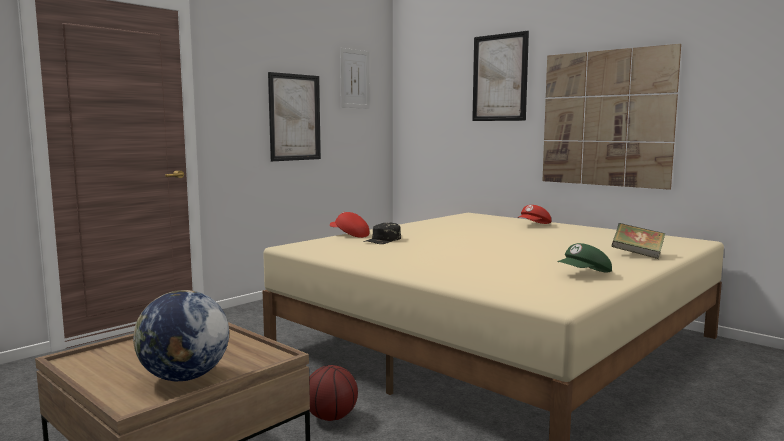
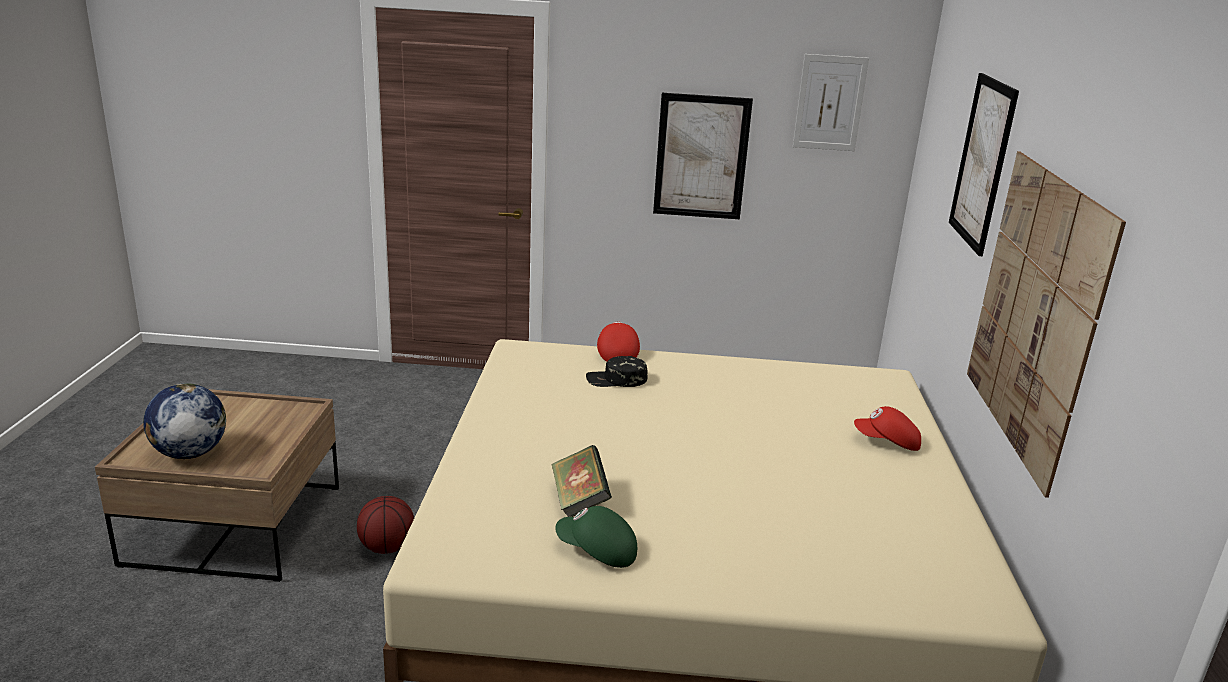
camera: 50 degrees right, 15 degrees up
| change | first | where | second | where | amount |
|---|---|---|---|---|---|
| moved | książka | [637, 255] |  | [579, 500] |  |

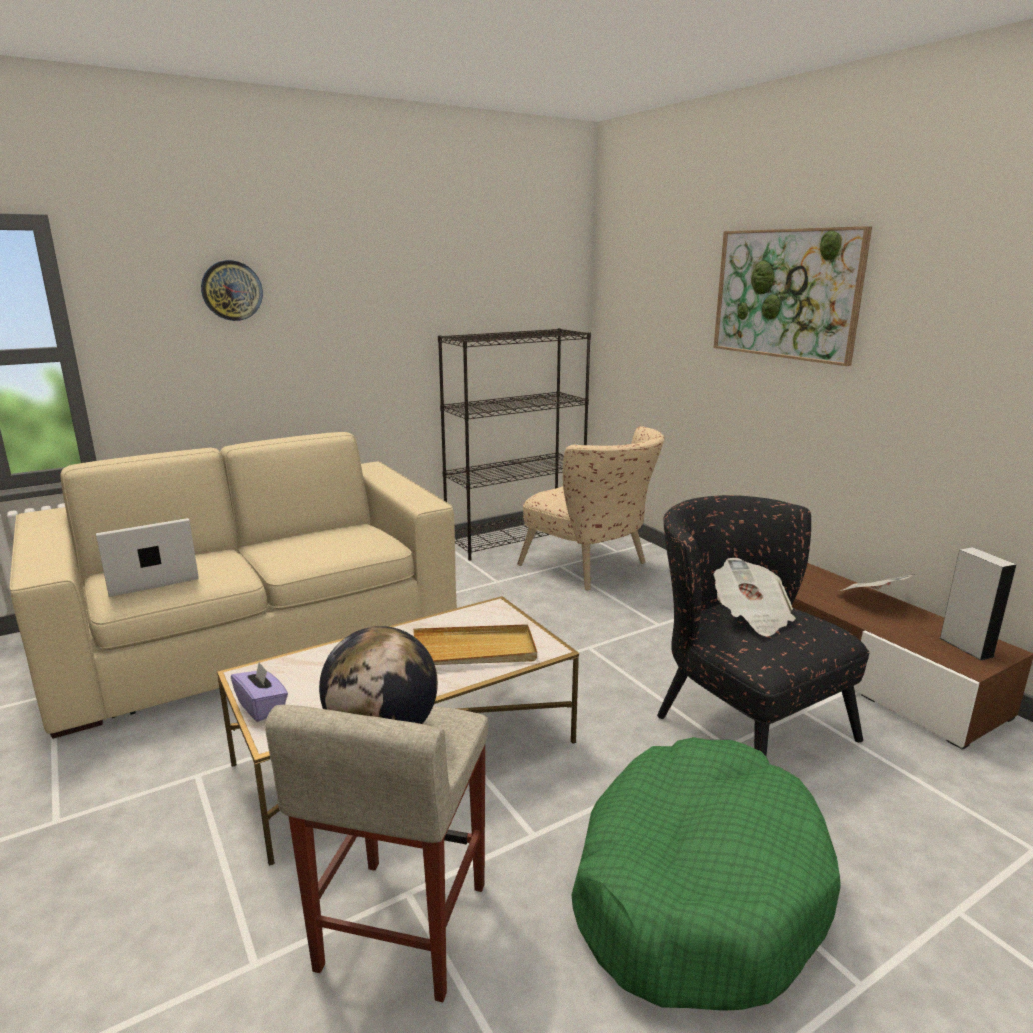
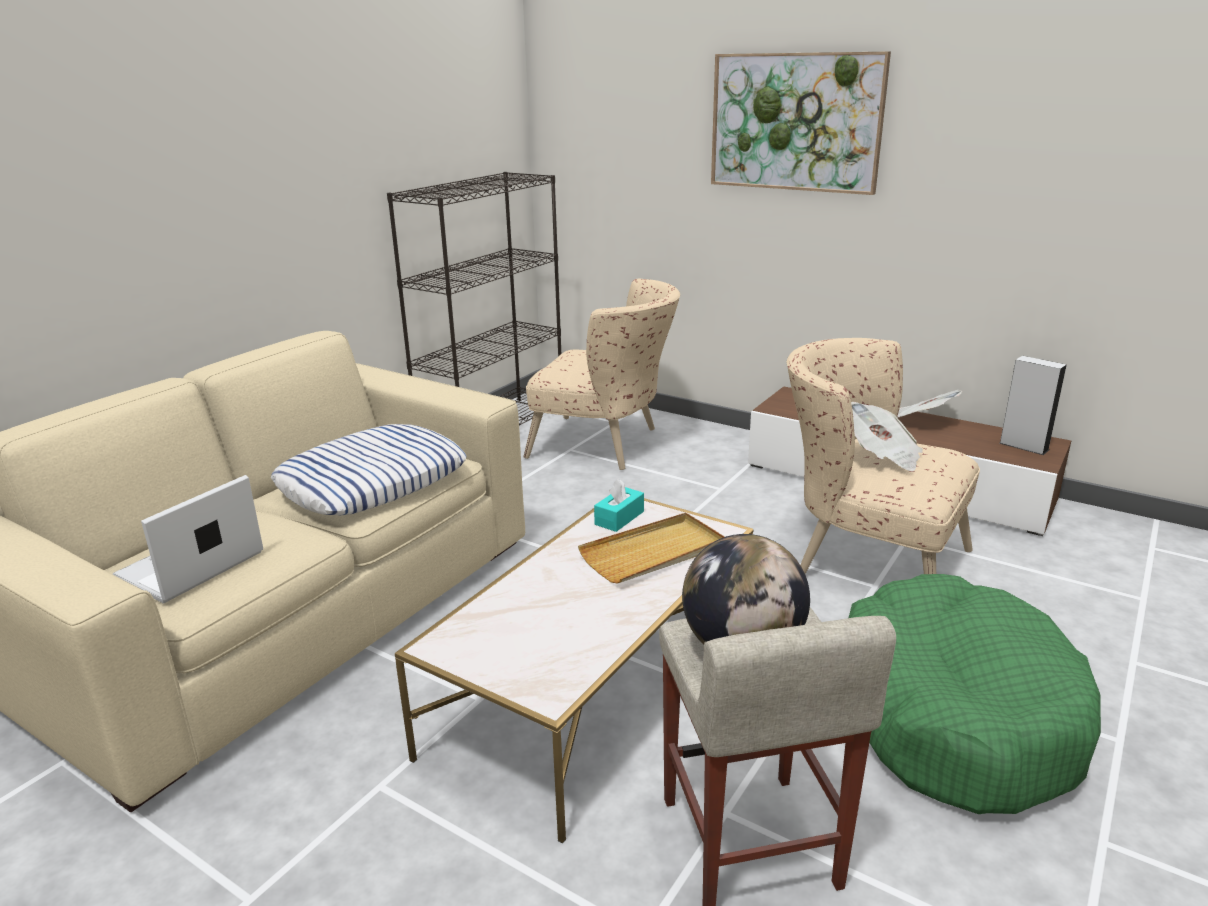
camera: 25 degrees left, 5 degrees up
| change | first | where | second | where | amount |
|---|---|---|---|---|---|
| removed | zegar ścienny | [232, 290] |  |  |  |
| removed | pudełko chusteczek/fioletowy | [262, 707] |  |  |  |
| added |  |  | poduszka | [373, 481] |  |
| added |  |  | pudełko chusteczek/turkusowy | [619, 518] |  |
| recoloured | fotel/czarny | [740, 718] | fotel/beżowy | [864, 558] |  |

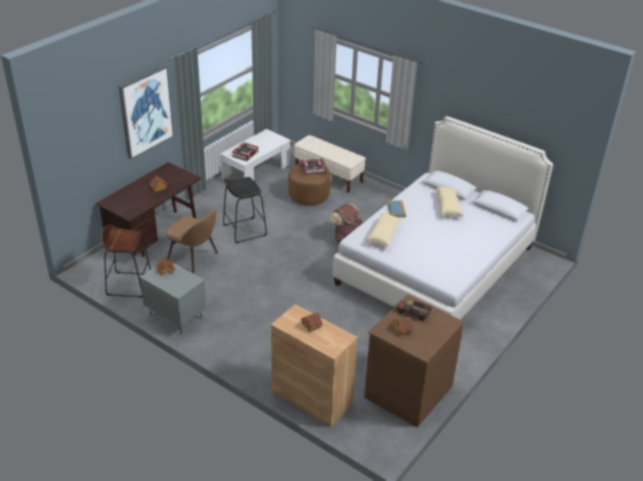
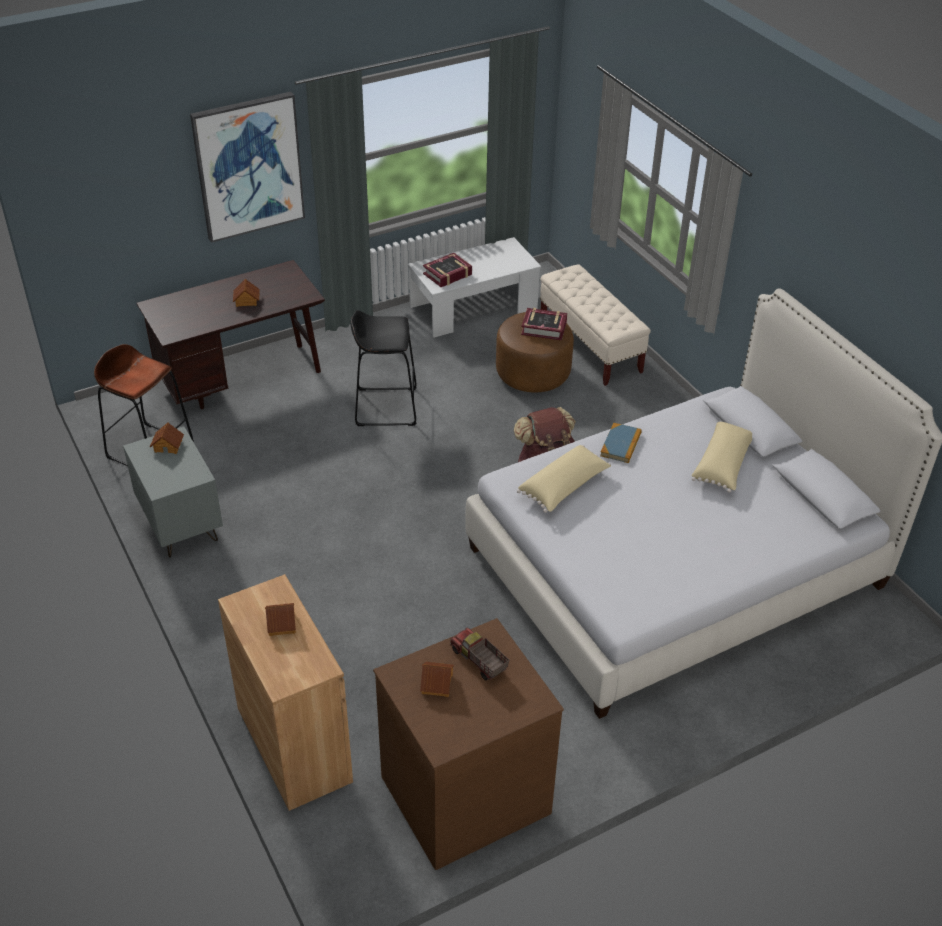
camera: 25 degrees right, 5 degrees up
| change | first | where | second | where | amount |
|---|---|---|---|---|---|
| removed | krzesło/brązowy | [194, 258] |  |  |  |

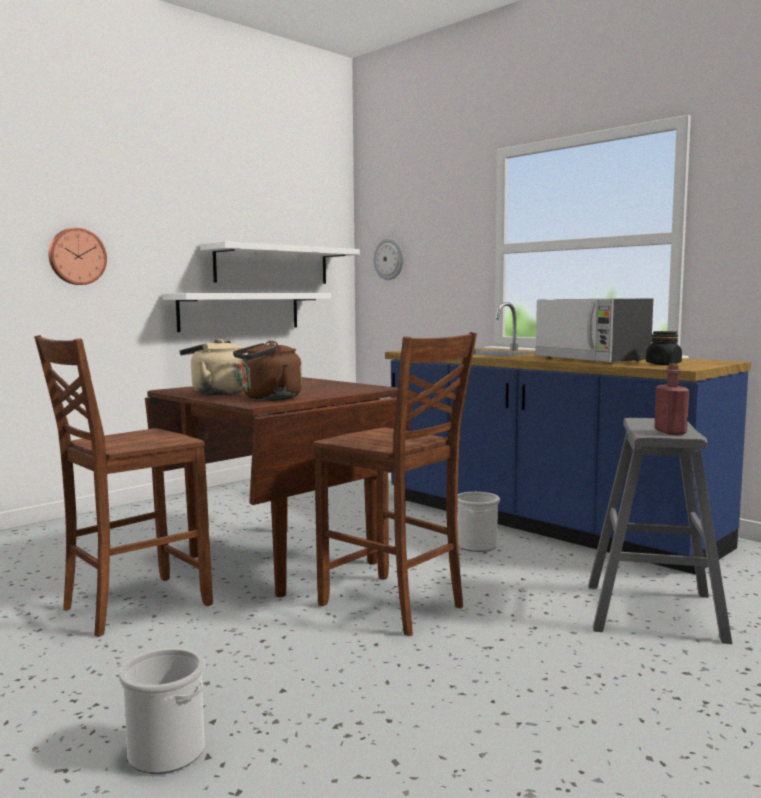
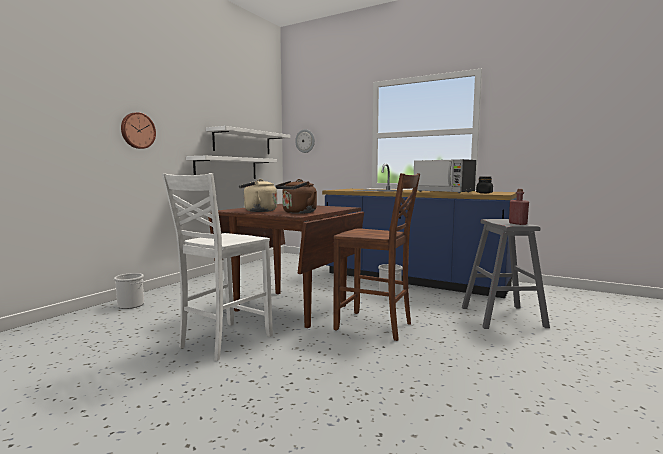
camera: 15 degrees left, 0 degrees up
| change | first | where | second | where | amount |
|---|---|---|---|---|---|
| moved | wiadro | [165, 752] |  | [130, 305] |  |
| recoloured | krzesło/brązowy | [132, 606] | krzesło/biały | [223, 341] |  |

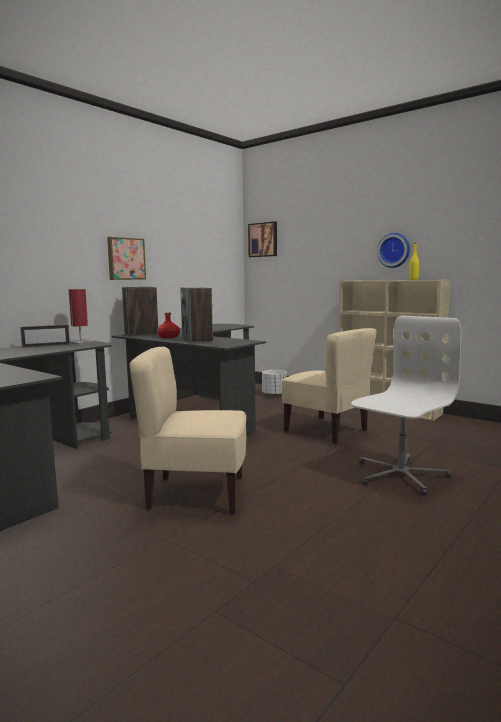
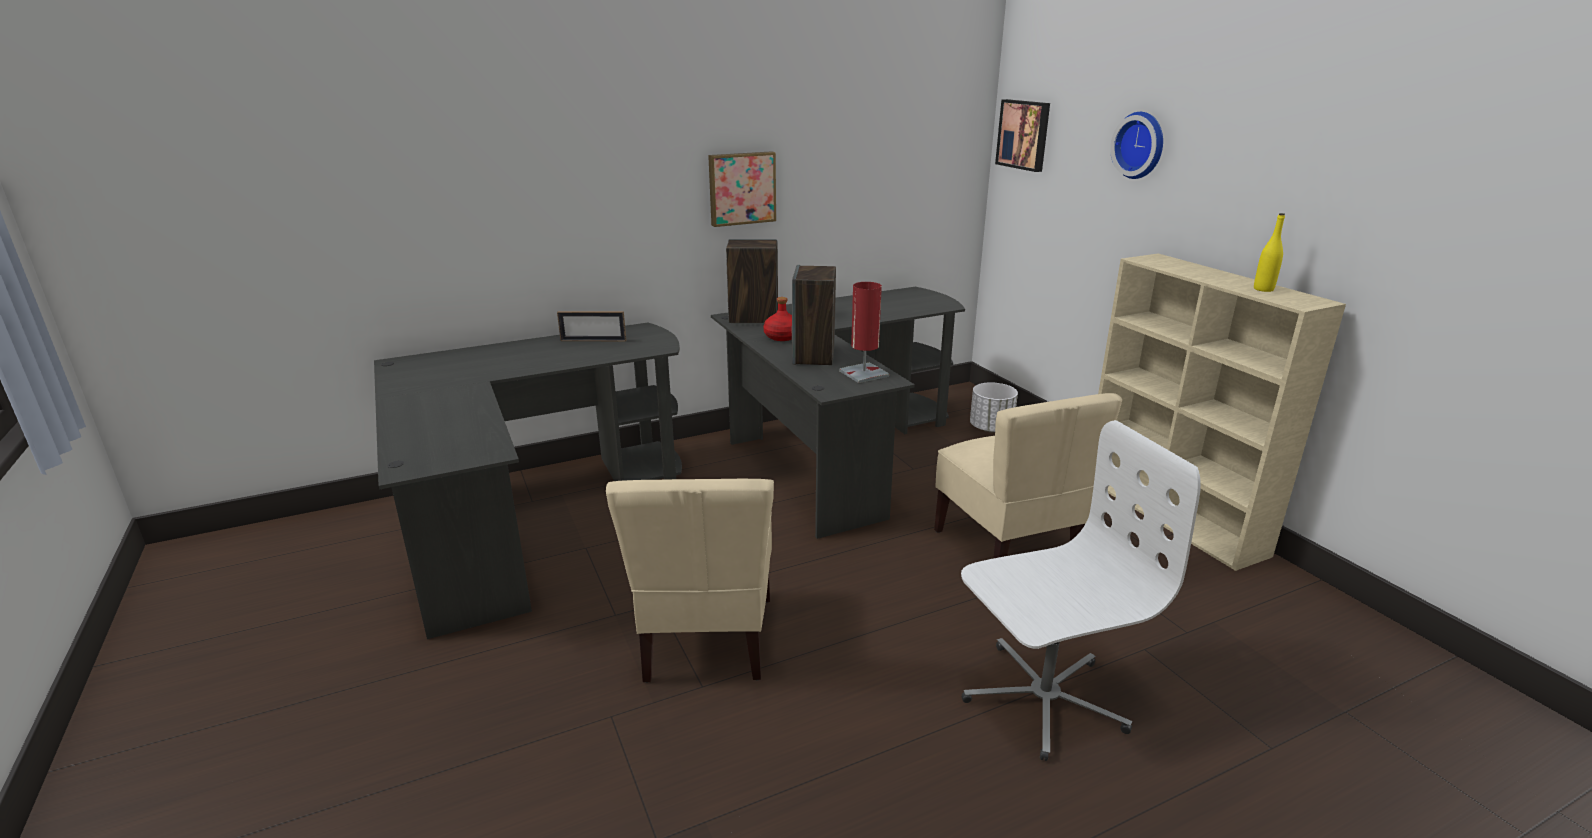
camera: 25 degrees right, 15 degrees up
| change | first | where | second | where | amount |
|---|---|---|---|---|---|
| moved | lampa stołowa/czerwony | [80, 342] |  | [864, 373] |  |
| moved | zegar ścienny | [394, 250] |  | [1141, 145] |  |
| turned | krzesło/beżowy | [196, 494] |  | [706, 639] | 120 degrees counterclockwise |

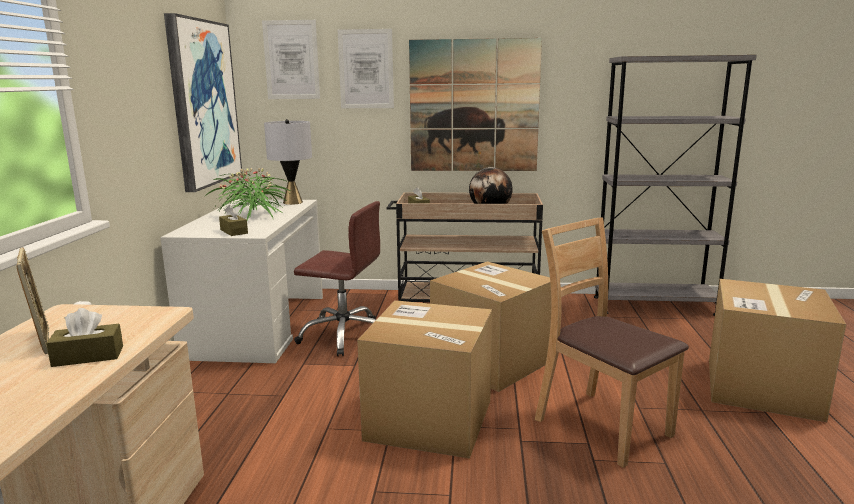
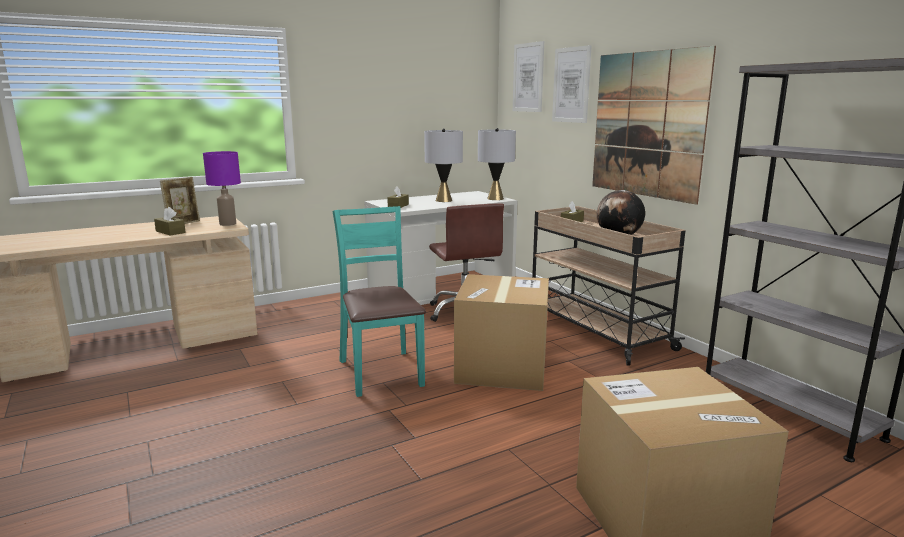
camera: 55 degrees right, 0 degrees up
| change | first | where | second | where | amount |
|---|---|---|---|---|---|
| removed | obraz | [203, 103] |  |  |  |
| removed | krzesło/brązowy | [602, 426] |  |  |  |
| added |  |  | lampa stołowa/fioletowy | [227, 224] |  |
| replaced | roślina doniczkowa | [253, 215] | lampa stołowa/szary | [444, 200] |  |
| replaced | karton | [429, 420] | krzesło/turkusowy | [381, 372] |  |

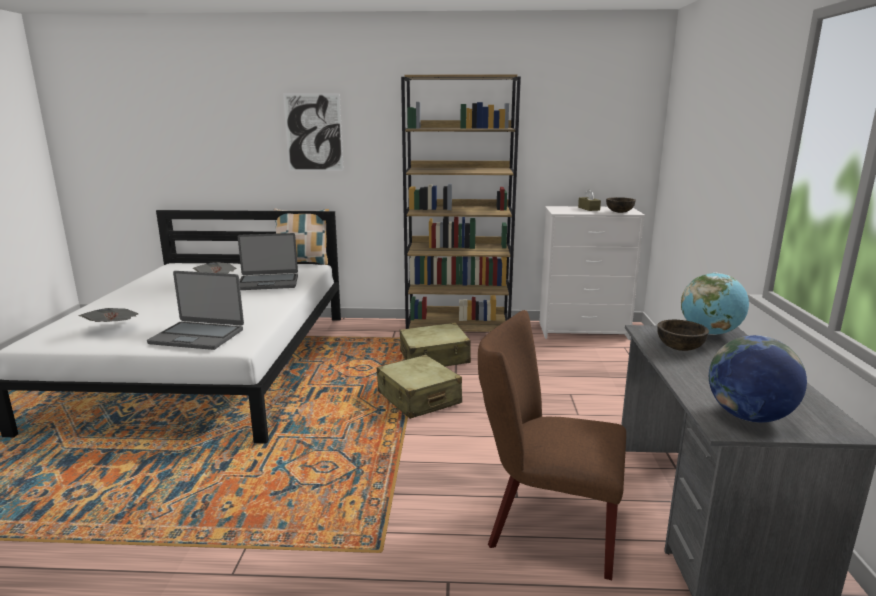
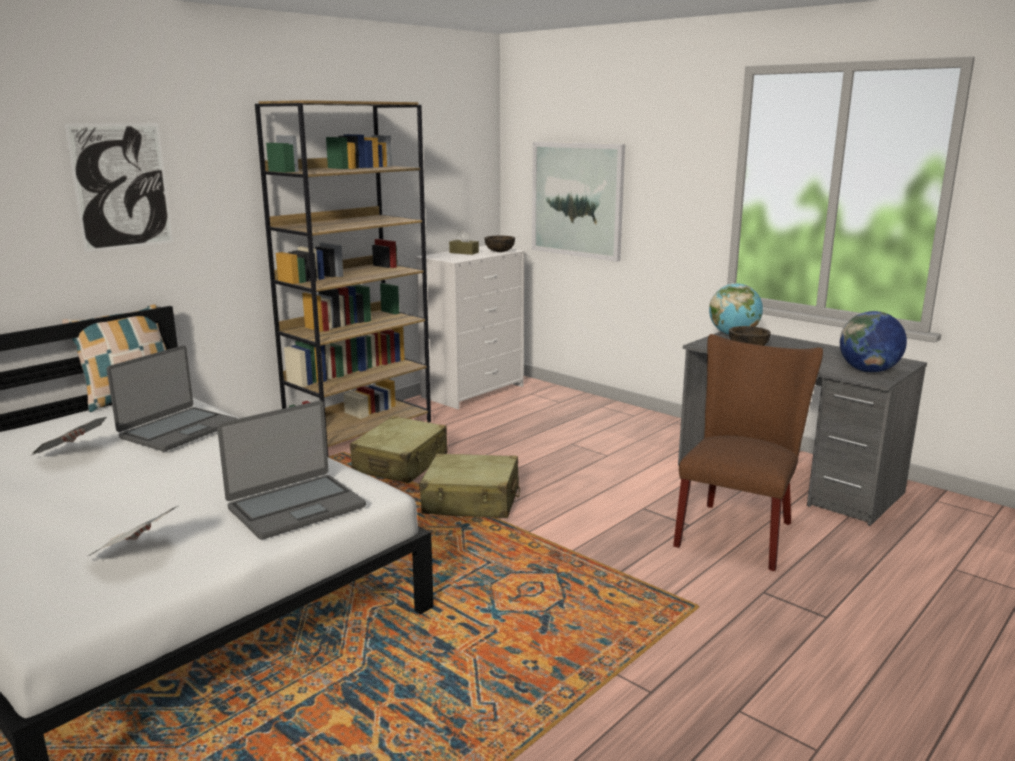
camera: 50 degrees left, 0 degrees up
| change | first | where | second | where | amount |
|---|---|---|---|---|---|
| added |  |  | obraz | [577, 200] |  |
| turned | krzesło/brązowy | [545, 526] |  | [738, 530] | 150 degrees clockwise |

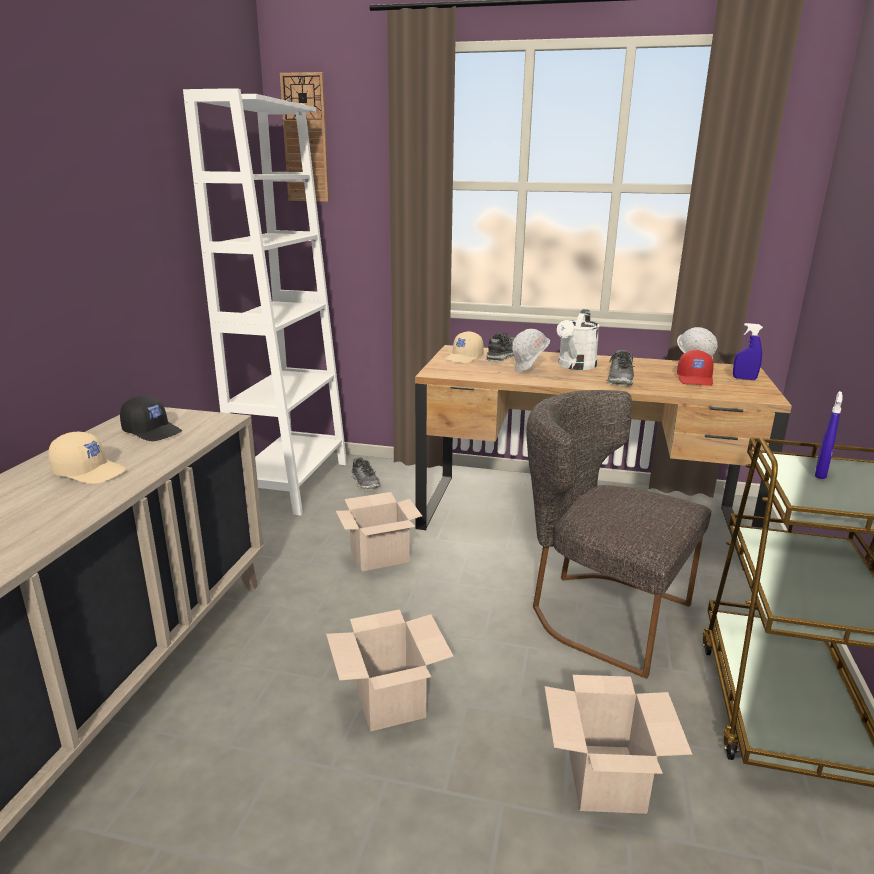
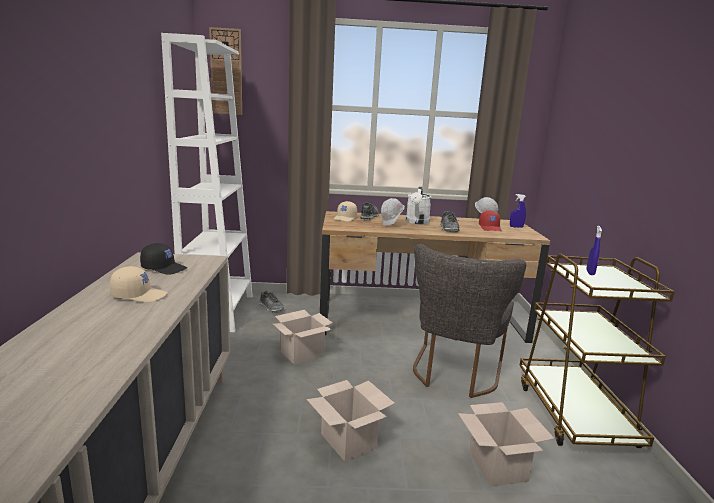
camera: 15 degrees left, 5 degrees down
| change | first | where | second | where | amount |
|---|---|---|---|---|---|
| turned | krzesło/szary | [599, 612] |  | [454, 374] | 90 degrees counterclockwise |

